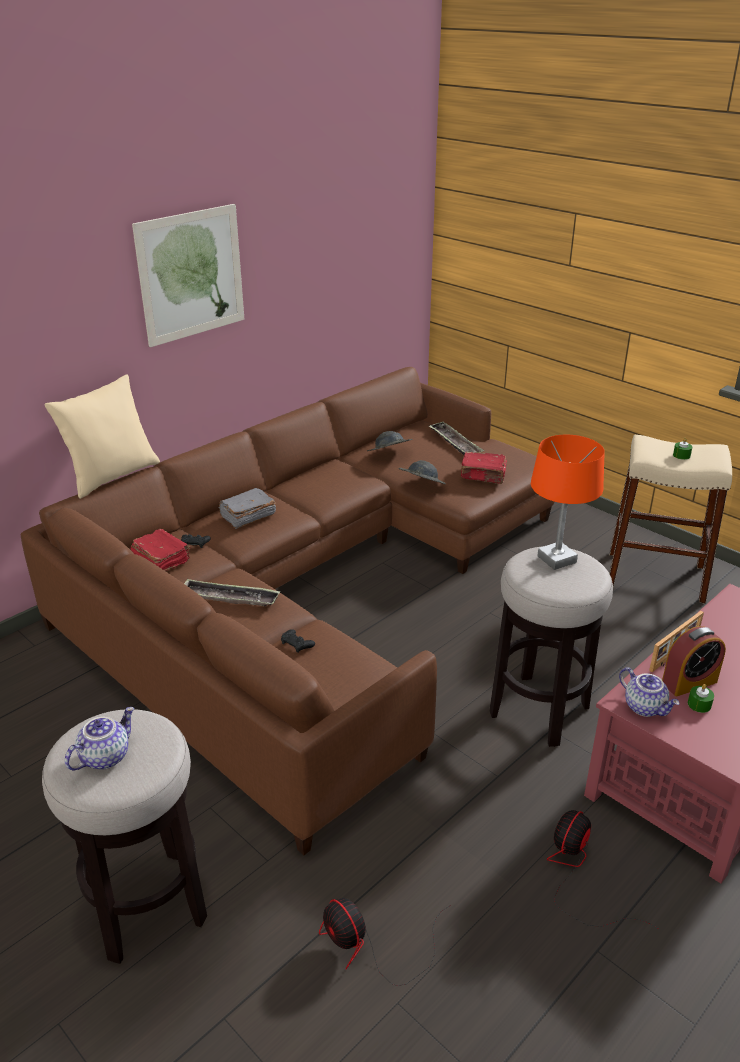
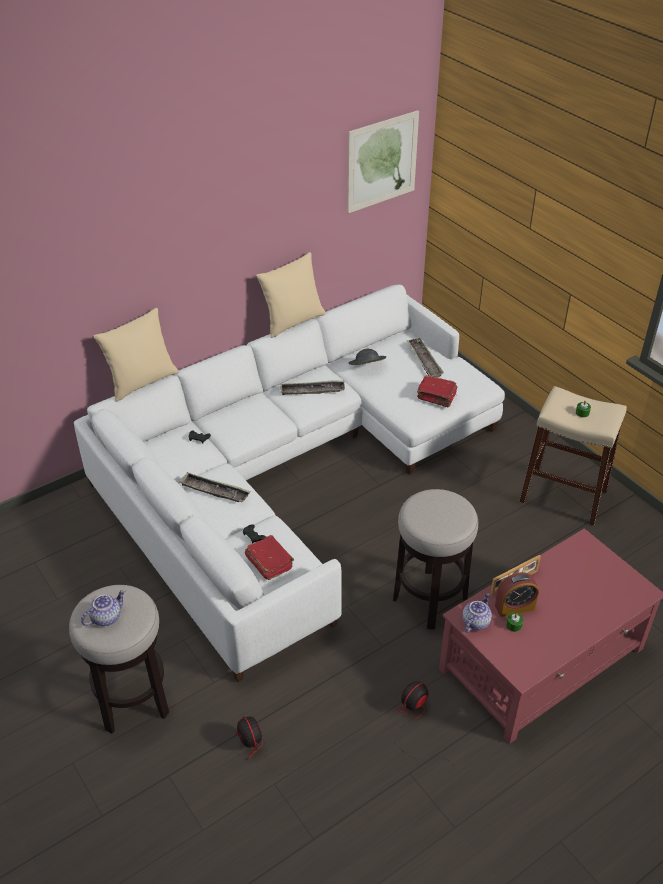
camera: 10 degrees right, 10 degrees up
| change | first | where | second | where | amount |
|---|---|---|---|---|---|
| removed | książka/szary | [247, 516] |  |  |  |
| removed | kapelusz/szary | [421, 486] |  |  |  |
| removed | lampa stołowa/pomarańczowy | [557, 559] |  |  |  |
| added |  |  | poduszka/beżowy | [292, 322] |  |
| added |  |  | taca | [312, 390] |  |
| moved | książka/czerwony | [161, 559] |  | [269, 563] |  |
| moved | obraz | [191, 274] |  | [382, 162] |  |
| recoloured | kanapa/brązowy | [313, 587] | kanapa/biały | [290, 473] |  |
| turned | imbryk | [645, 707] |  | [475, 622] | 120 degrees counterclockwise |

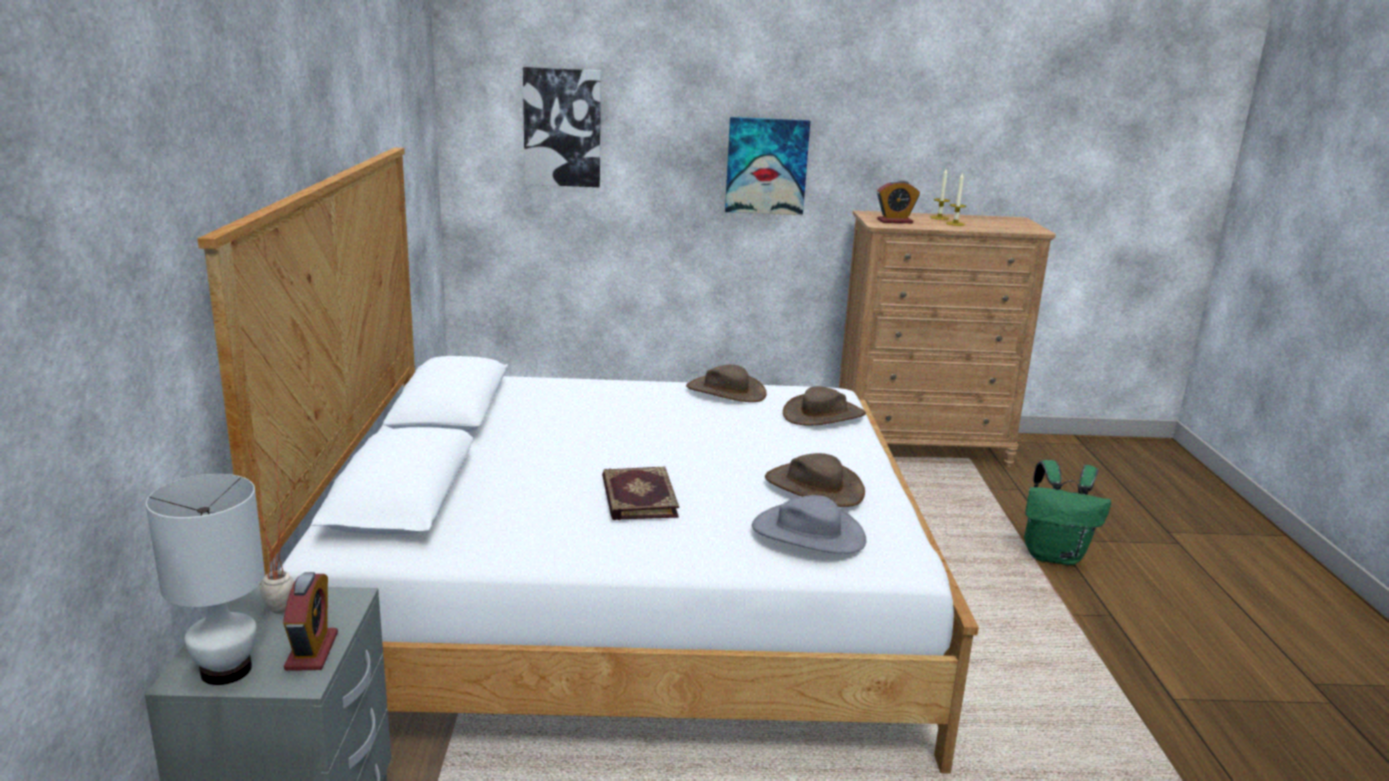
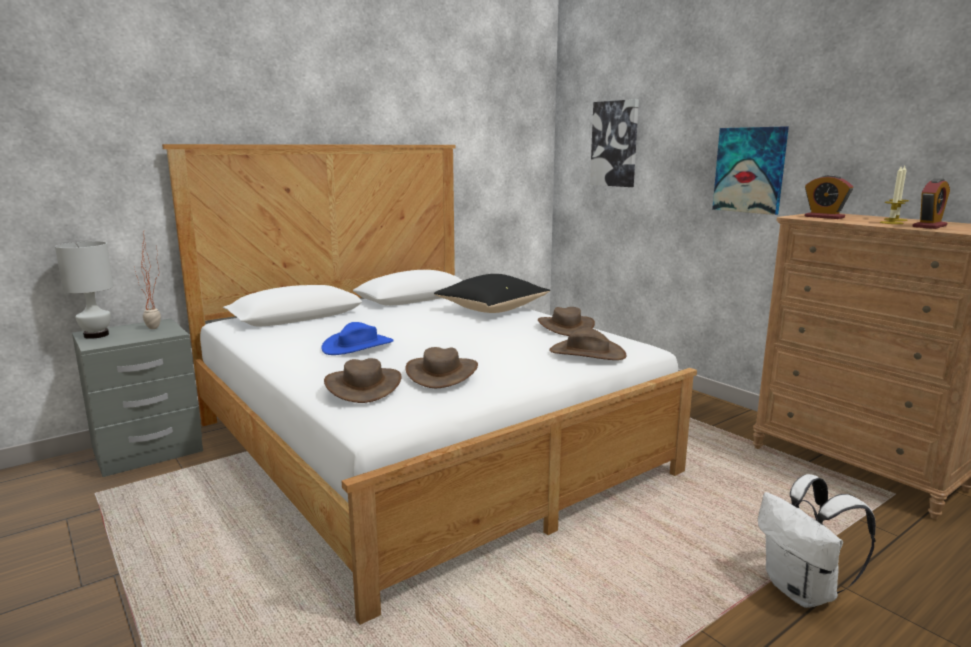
camera: 55 degrees right, 5 degrees down
| change | first | where | second | where | amount |
|---|---|---|---|---|---|
| added |  |  | poduszka/czarny | [492, 310] |  |
| moved | budzik | [312, 651] |  | [929, 226] |  |
| replaced | książka | [637, 497] | kapelusz/niebieski | [358, 346] |  |
| recoloured | kapelusz/szary | [808, 533] | kapelusz/brązowy | [363, 386] |  |
| recoloured | plecak/zielony | [1054, 555] | plecak/biały | [803, 592] |  |

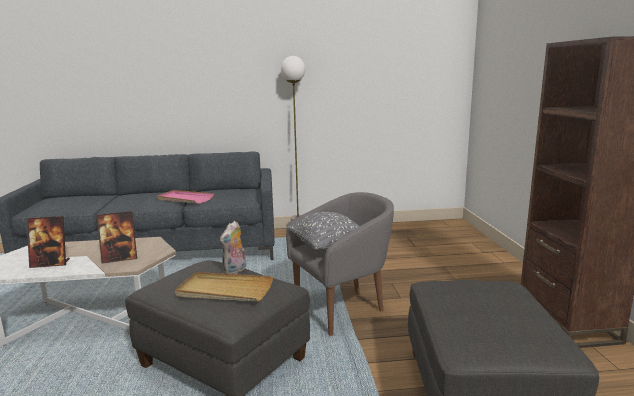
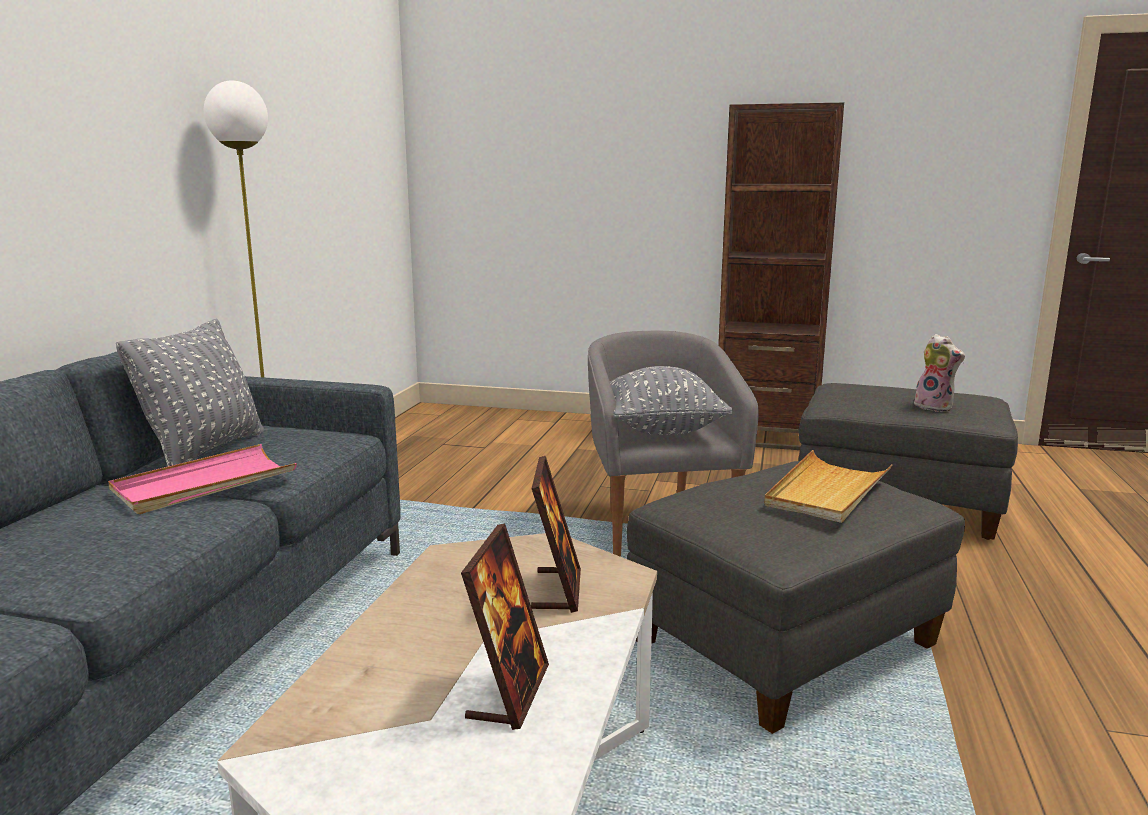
camera: 70 degrees left, 0 degrees up
| change | first | where | second | where | amount |
|---|---|---|---|---|---|
| added |  |  | poduszka/szary | [204, 450] |  |
| moved | pluszak | [235, 271] |  | [935, 407] |  |

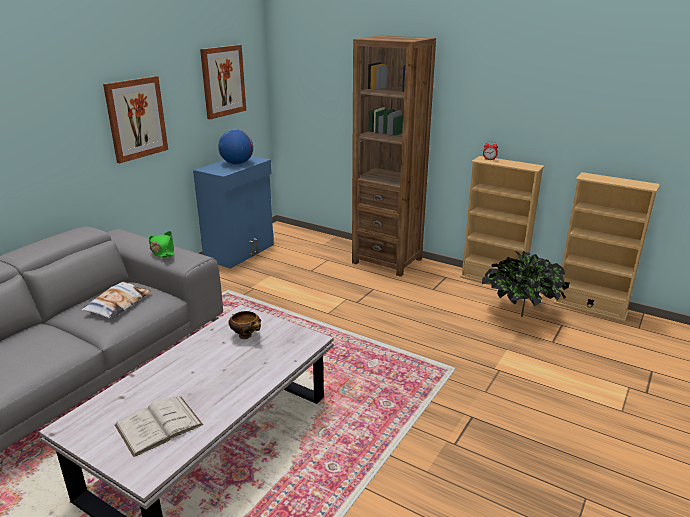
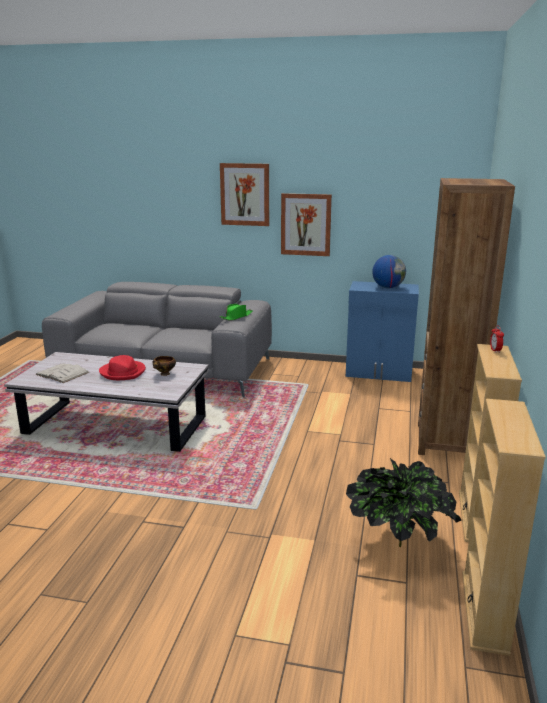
camera: 70 degrees right, 5 degrees down
| change | first | where | second | where | amount |
|---|---|---|---|---|---|
| removed | poduszka | [118, 304] |  |  |  |
| added |  |  | kapelusz/czerwony | [123, 372] |  |
| moved | obraz | [223, 81] |  | [245, 194] |  |

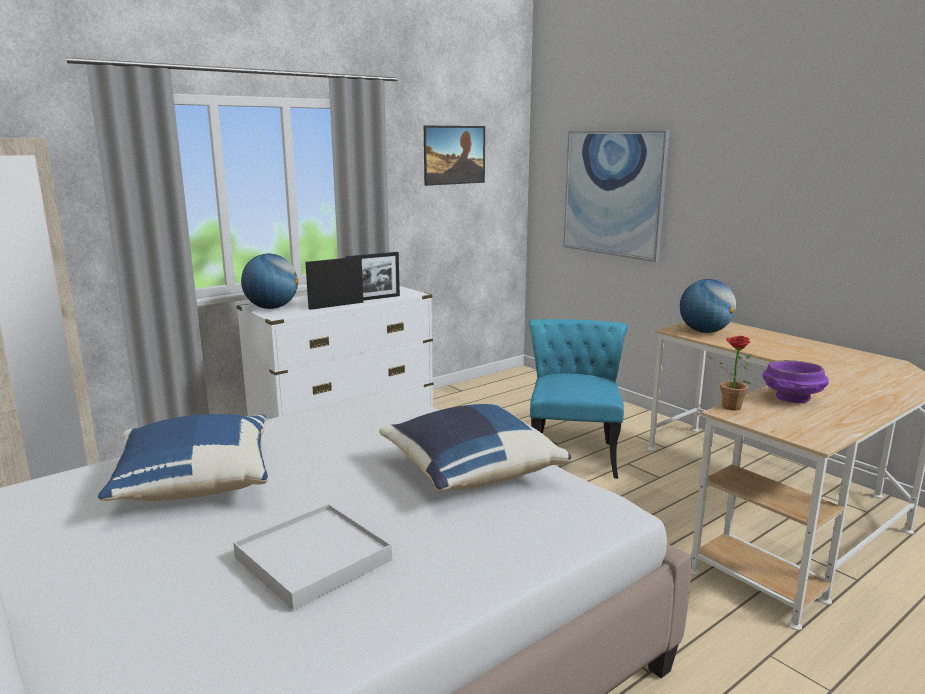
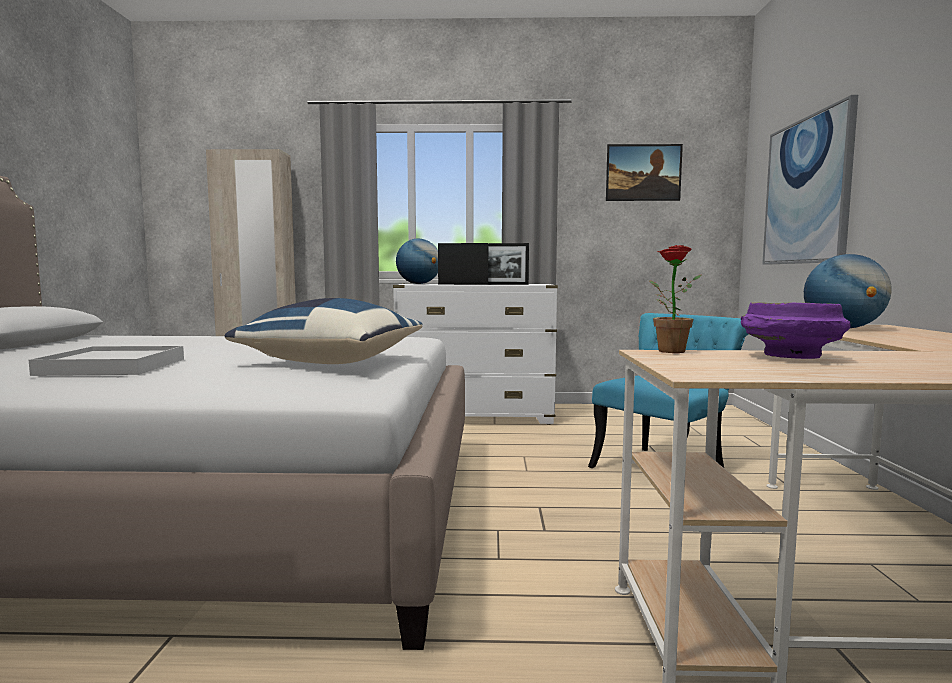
camera: 40 degrees right, 10 degrees down
| change | first | where | second | where | amount |
|---|---|---|---|---|---|
| removed | poduszka/niebieski | [194, 483] |  |  |  |

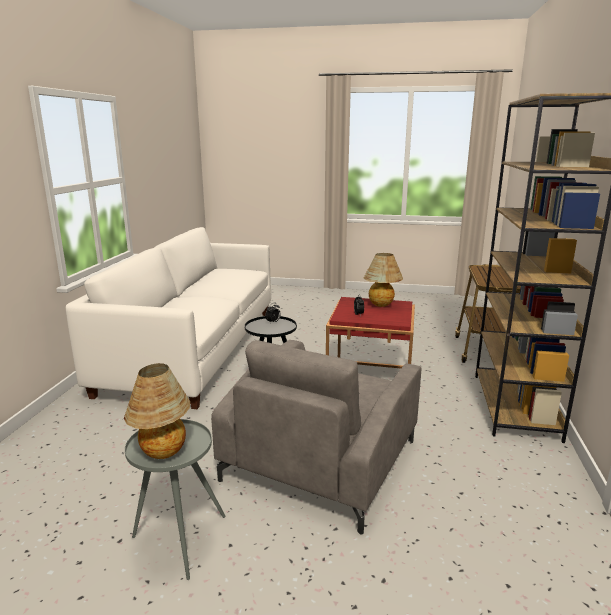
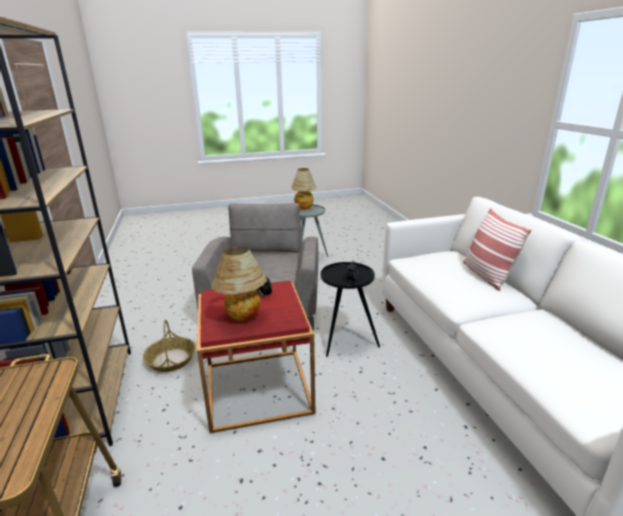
camera: 155 degrees right, 5 degrees up
| change | first | where | second | where | amount |
|---|---|---|---|---|---|
| added |  |  | koszyk | [171, 359] |  |
| added |  |  | poduszka | [487, 275] |  |

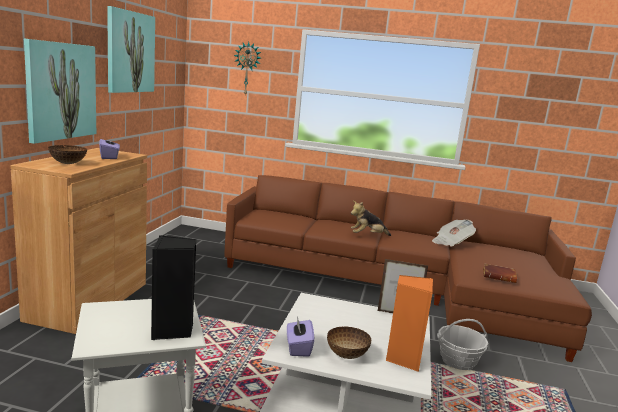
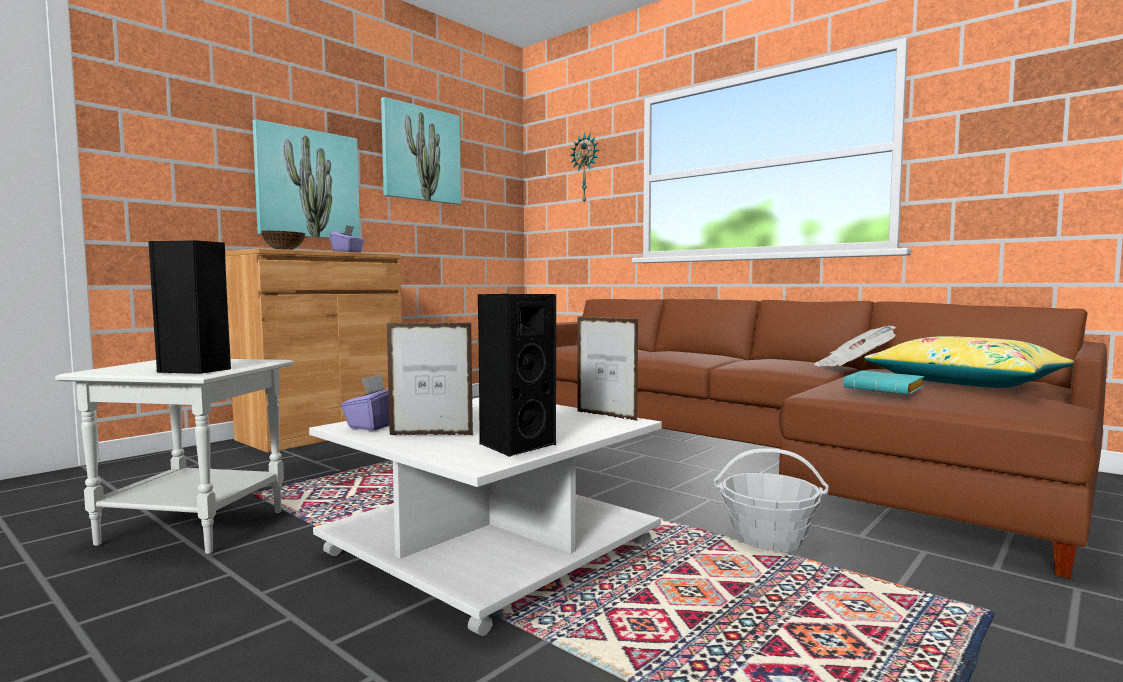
camera: 30 degrees right, 10 degrees down
| change | first | where | second | where | amount |
|---|---|---|---|---|---|
| removed | pluszak | [367, 236] |  |  |  |
| added |  |  | poduszka/żółty | [966, 382] |  |
| replaced | miska | [346, 355] | ramka na zdjęcie | [431, 435] |  |
| recoloured | głośnik/pomarańczowy | [403, 358] | głośnik/czarny | [515, 445] |  |
| recoloured | książka/brązowy | [499, 276] | książka/turkusowy | [885, 389] |  |

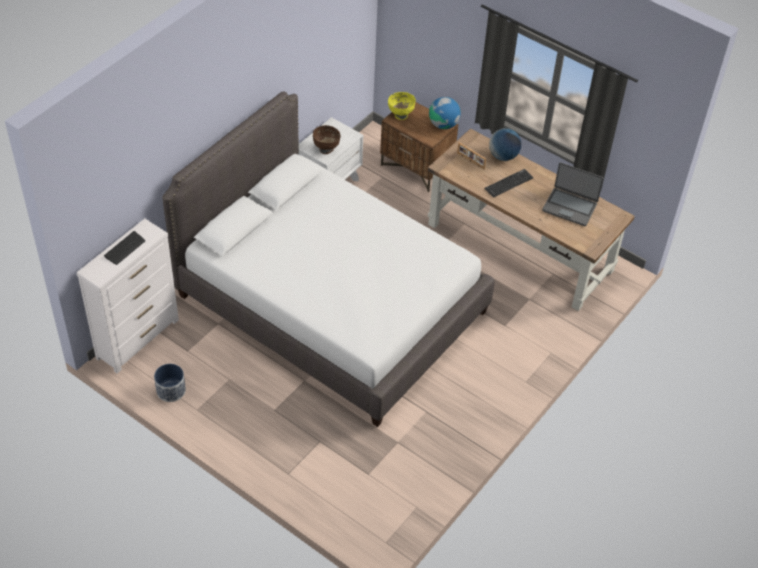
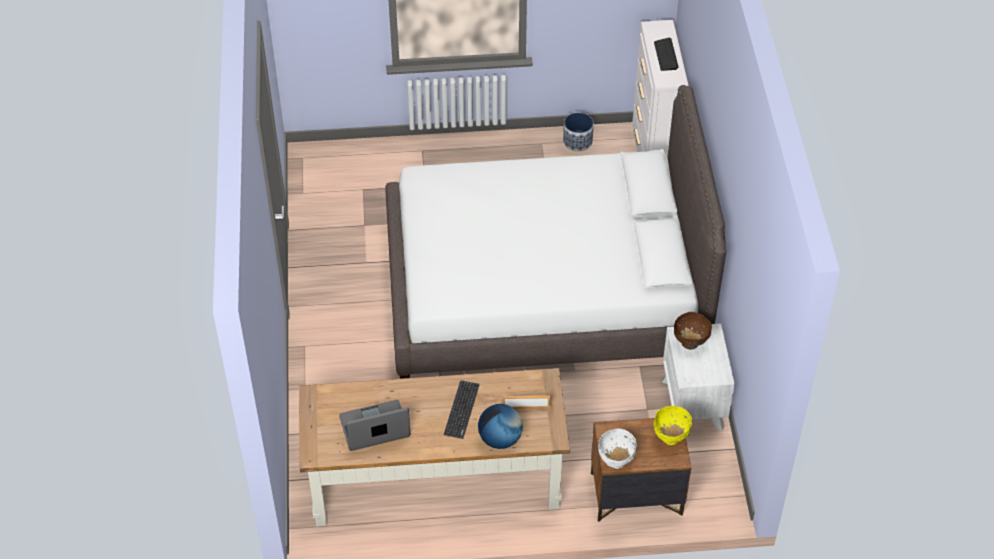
camera: 140 degrees right, 0 degrees up
| change | first | where | second | where | amount |
|---|---|---|---|---|---|
| replaced | globus | [443, 124] | miska/biały | [616, 461] |  |

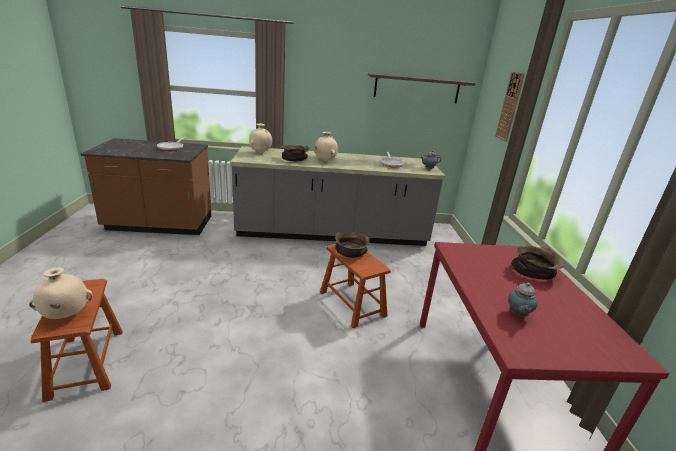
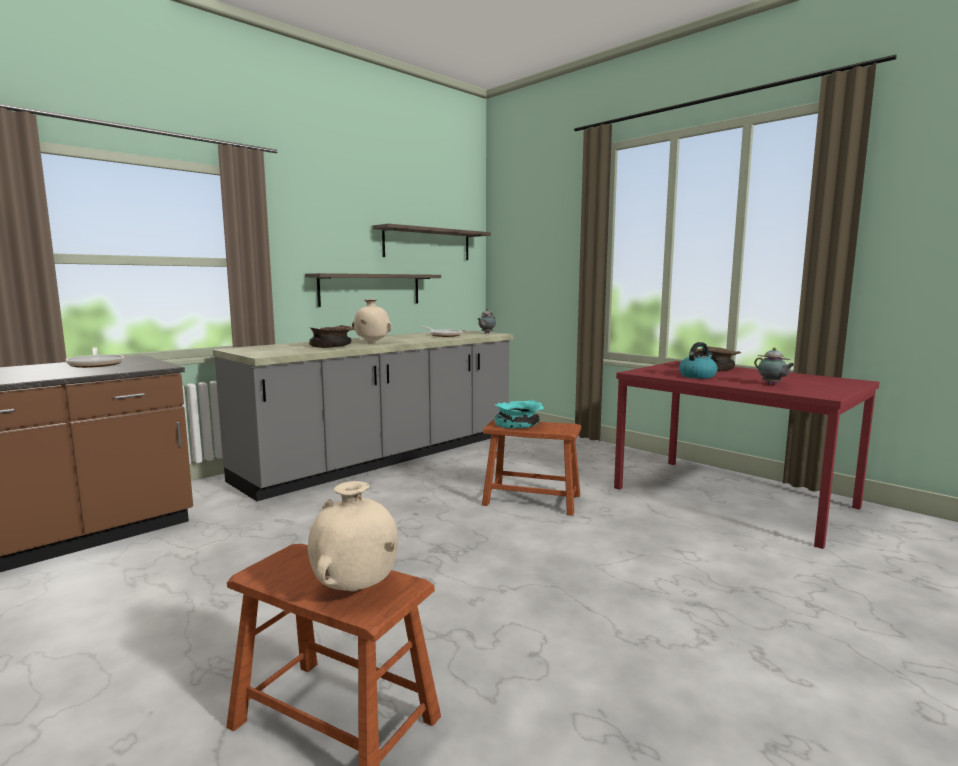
camera: 40 degrees left, 15 degrees down
| change | first | where | second | where | amount |
|---|---|---|---|---|---|
| removed | wazon/beżowy | [260, 152] |  |  |  |
| removed | zegar ścienny | [510, 106] |  |  |  |
| added |  |  | półka | [370, 289] |  |
| added |  |  | czajnik | [697, 376] |  |
| recoloured | miska/brązowy | [351, 252] | miska/turkusowy | [519, 425] |  |

